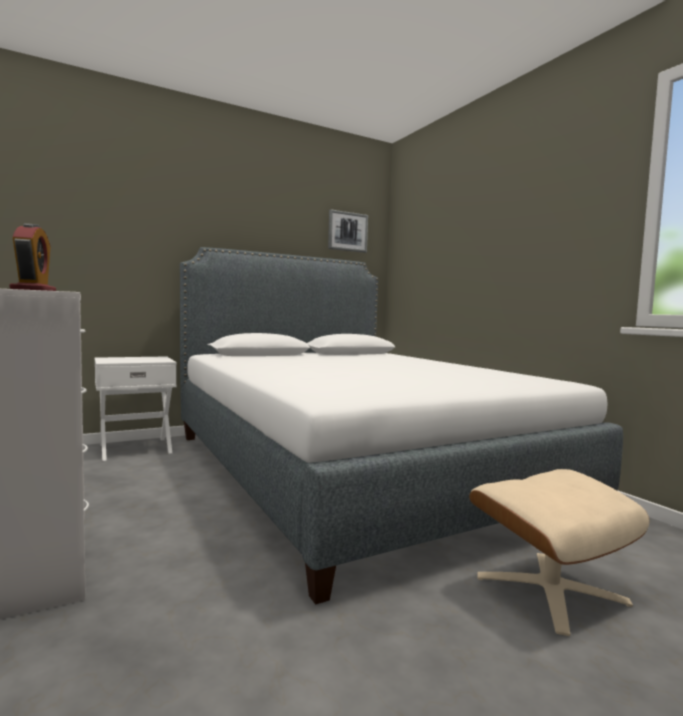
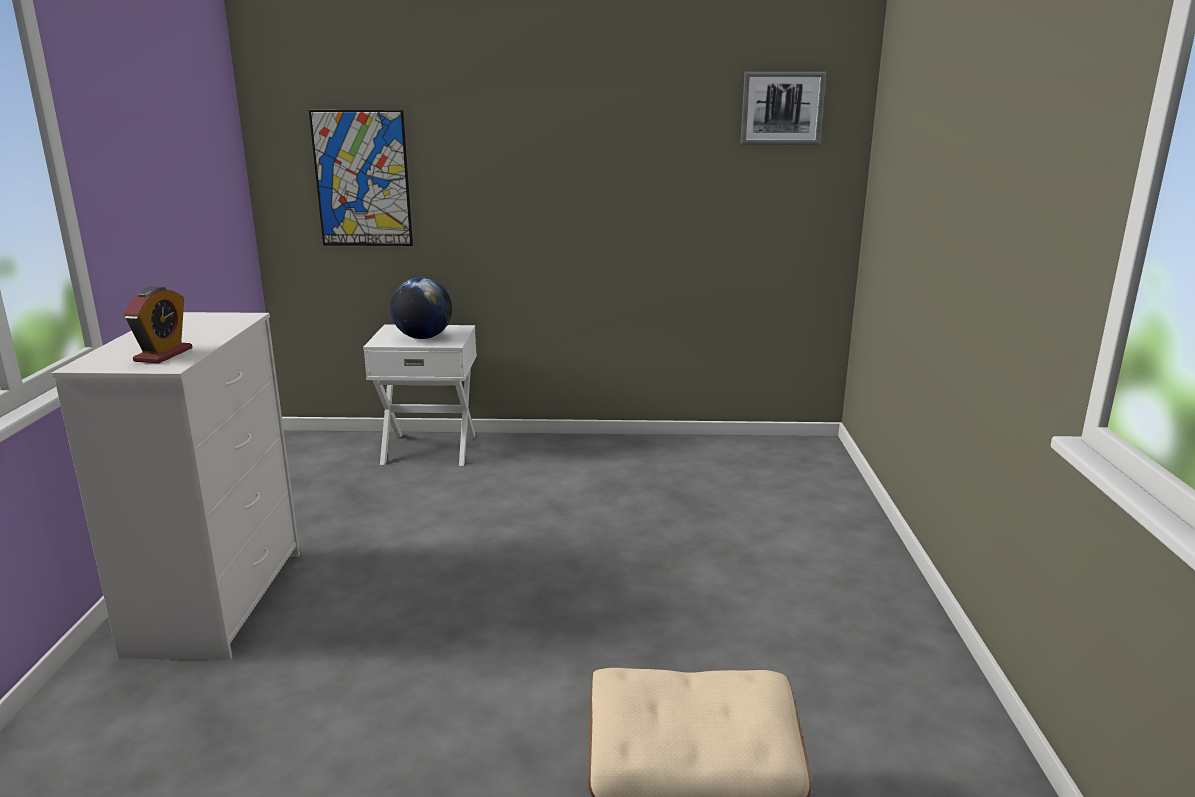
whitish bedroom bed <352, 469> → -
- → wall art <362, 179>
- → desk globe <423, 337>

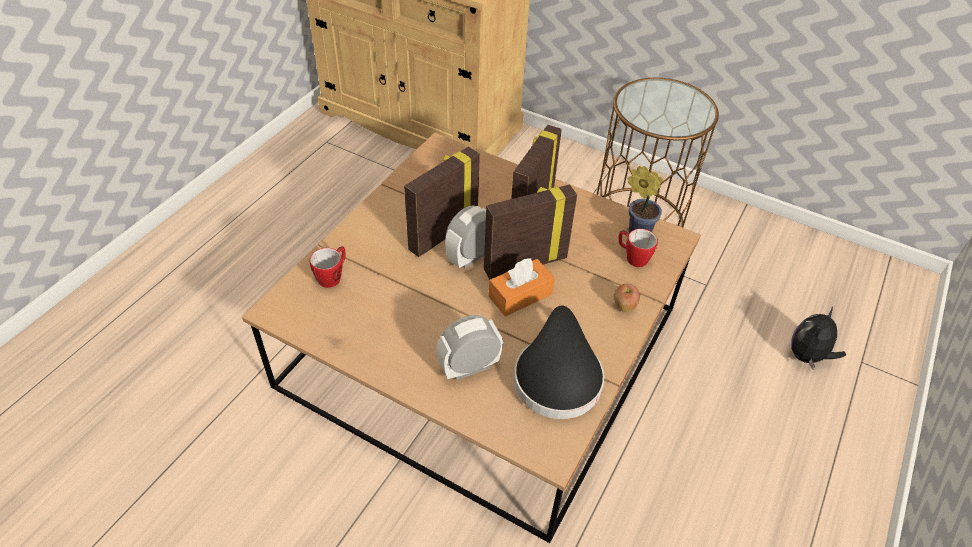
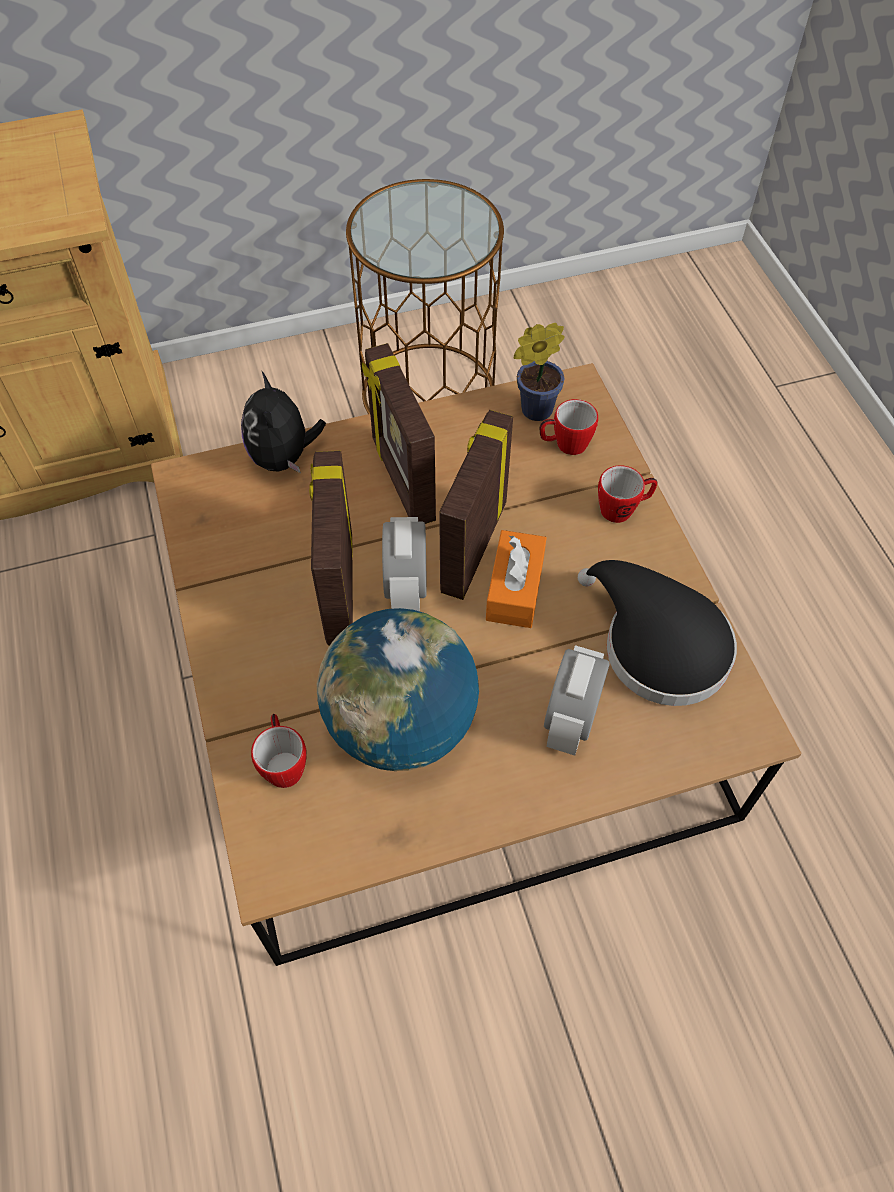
apple fruit <624, 306> → mug <623, 509>
plush toy <807, 356> → plush toy <284, 457>, moved
- → desk globe <401, 724>

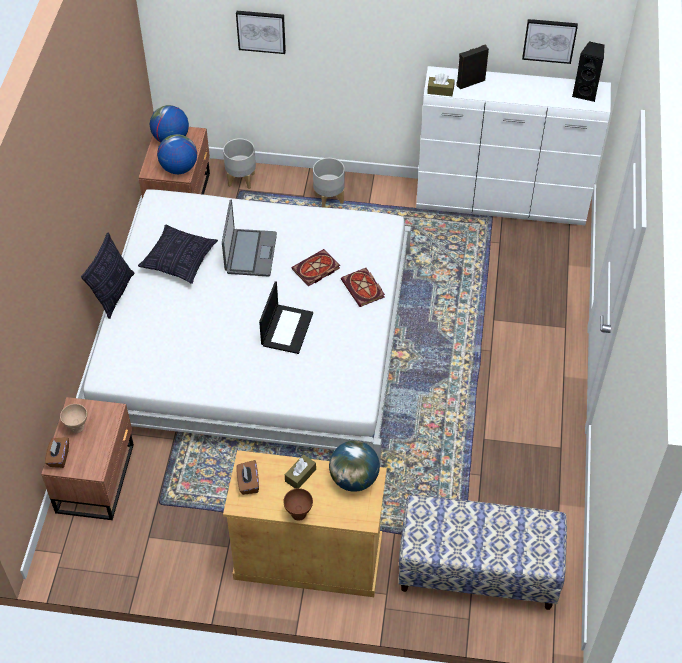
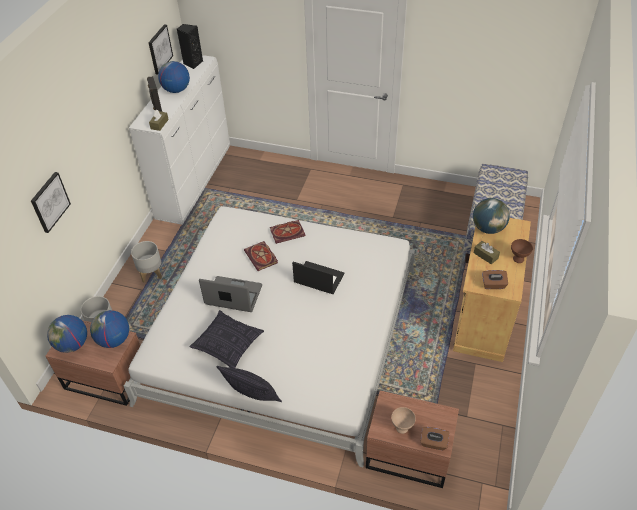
- → desk globe <176, 90>

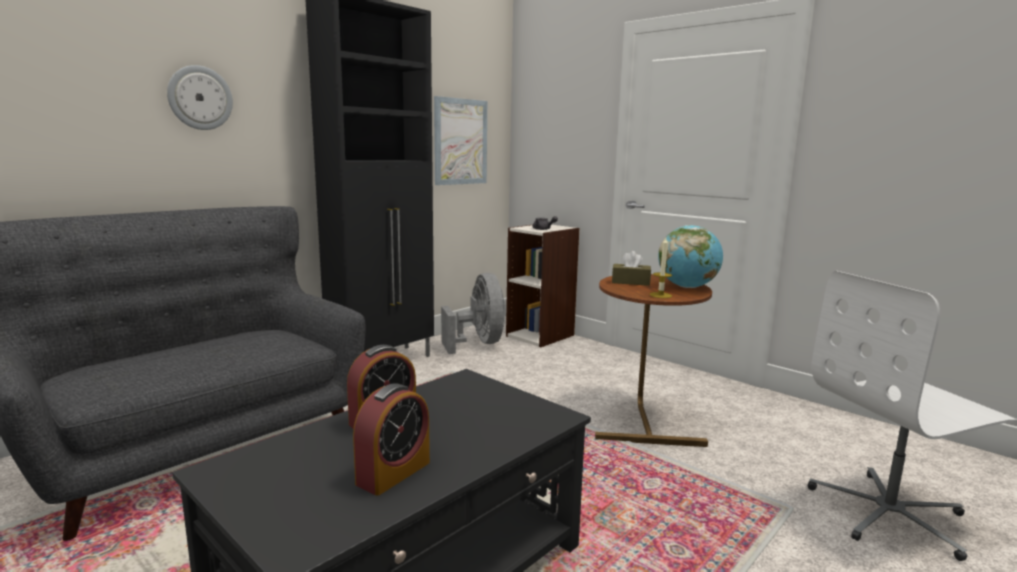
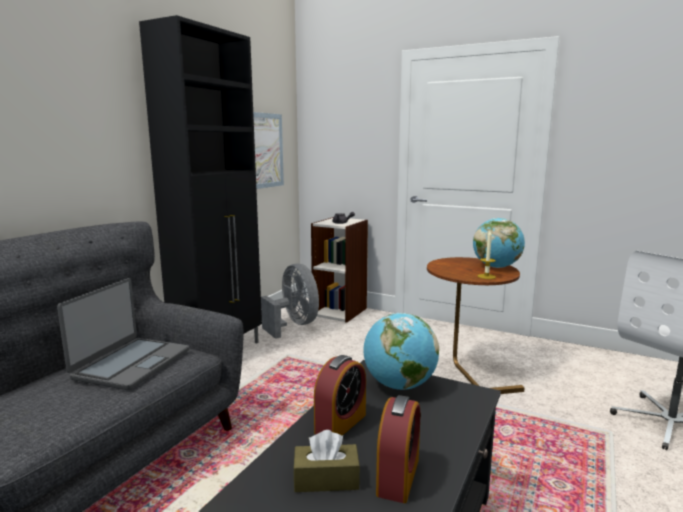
clock on the wall <200, 98> → -
brown-coloured tissue box <630, 282> → brown-coloured tissue box <326, 479>, moved
- → notebook computer <131, 364>
- → desk globe <399, 385>

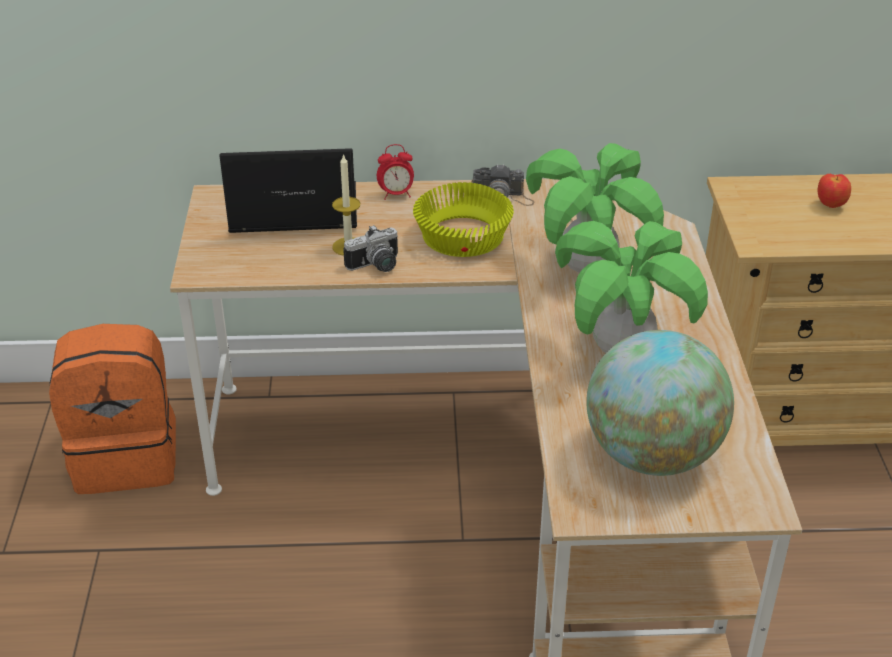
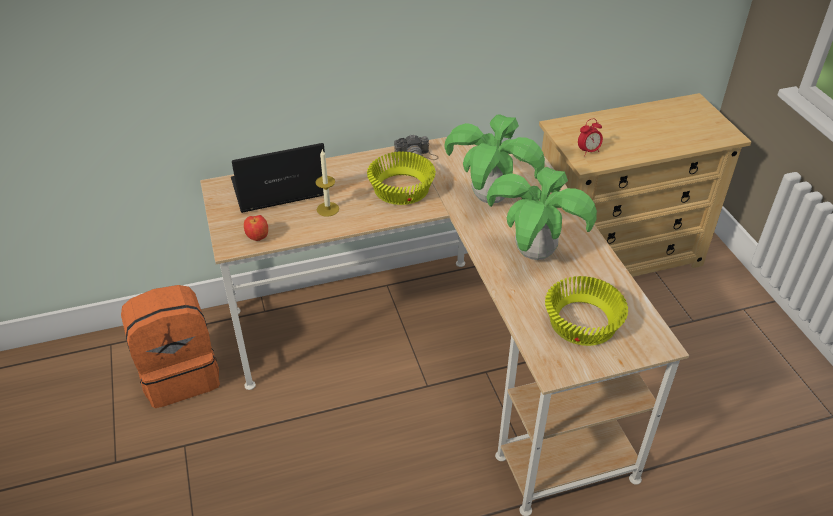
still camera <376, 266> → -
alarm clock <396, 194> → alarm clock <588, 151>, moved
desk globe <651, 455> → yellow-coloured deep dish <581, 323>
apple fruit <831, 205> → apple fruit <258, 238>, moved

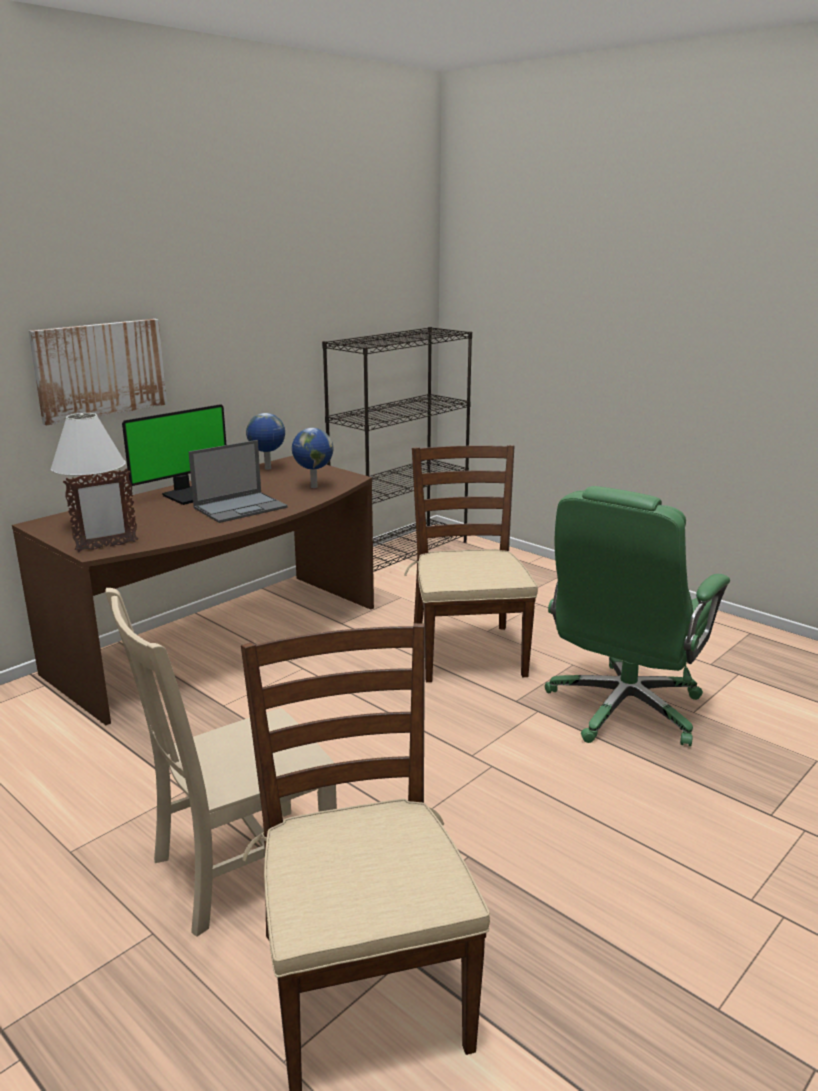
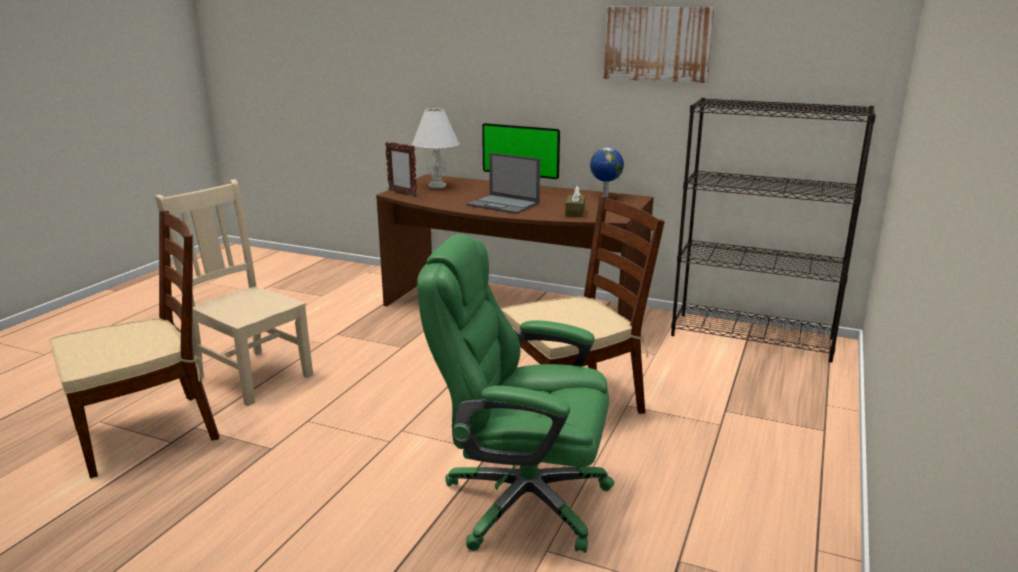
wall art <100, 369> → wall art <657, 44>, moved
desk globe <313, 487> → brown-coloured tissue box <575, 212>

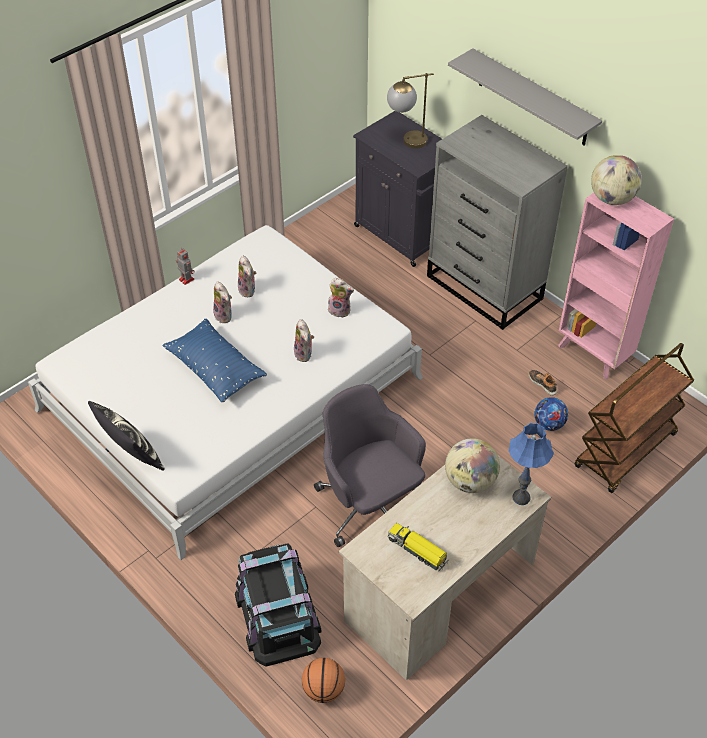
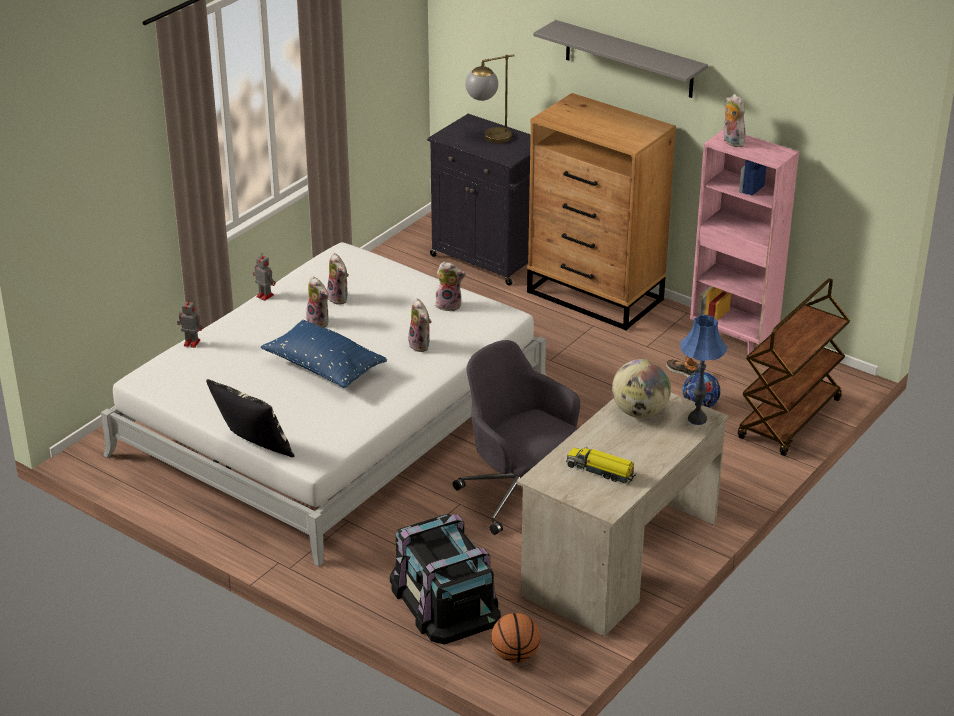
greyish drawer chest <485, 288> → brown-coloured drawer chest <596, 296>
desk globe <612, 199> → plush toy <731, 141>
- → toy robot <191, 343>

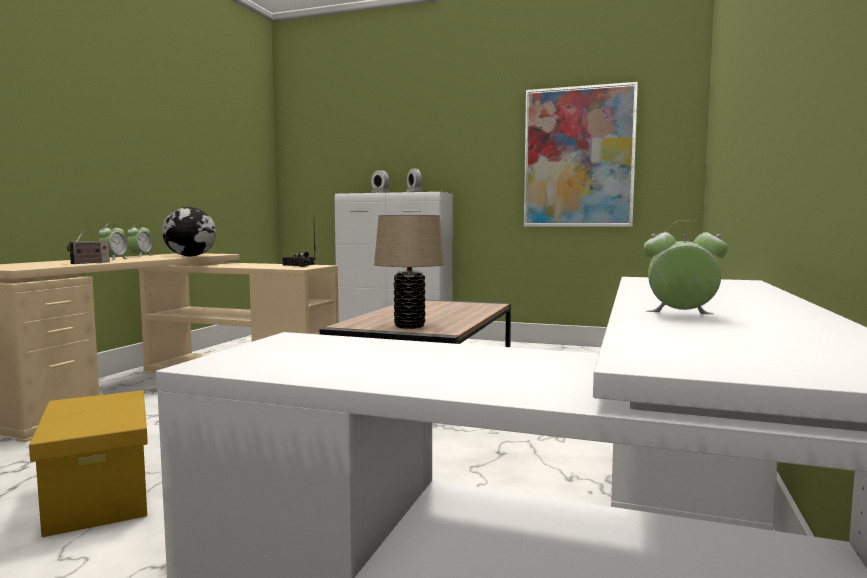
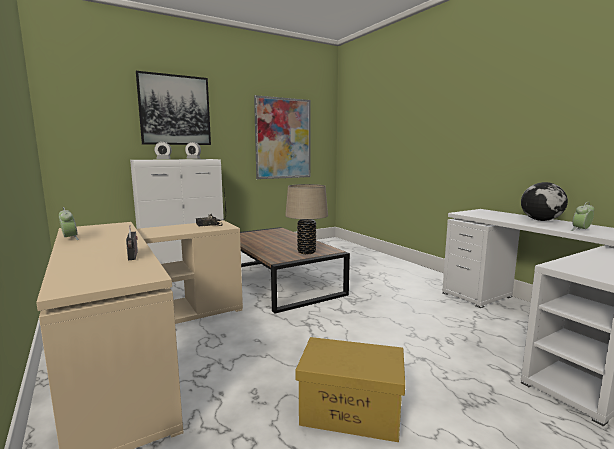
alarm clock <114, 259> → -
desk globe <190, 256> → desk globe <541, 220>, moved
- → wall art <175, 110>

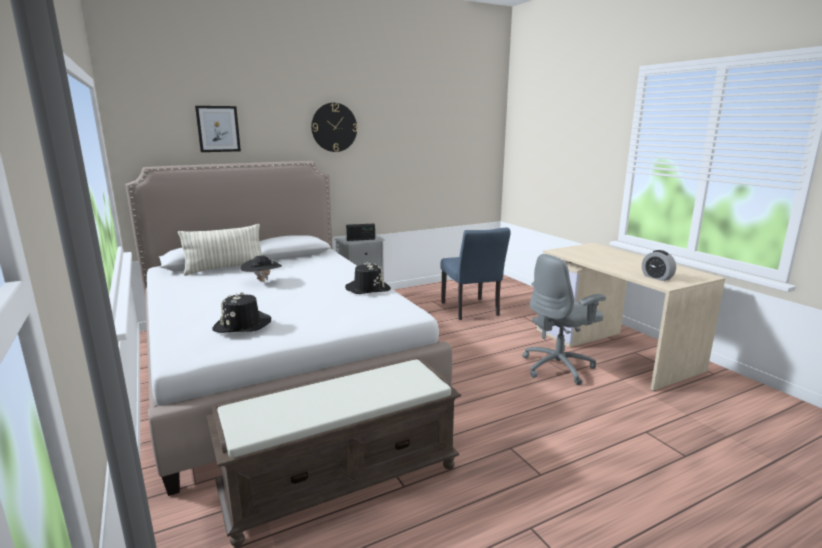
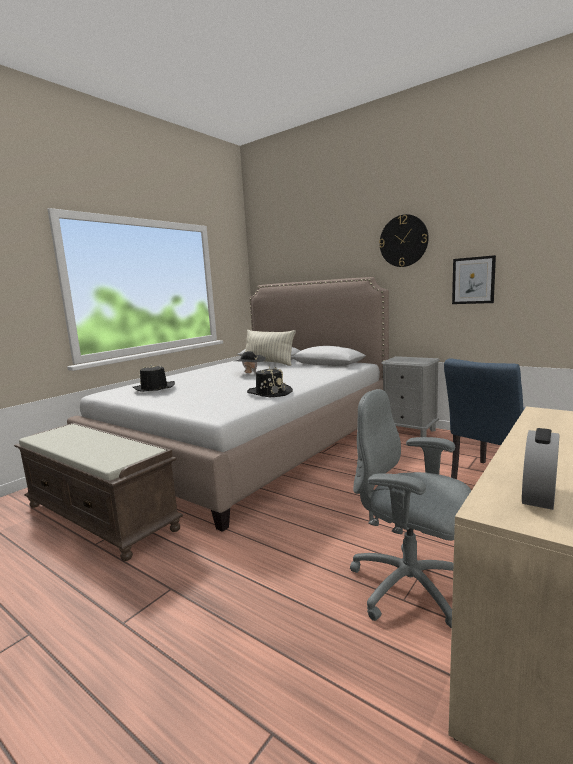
wall art <218, 129> → wall art <473, 280>, moved
radio receiver <361, 239> → -

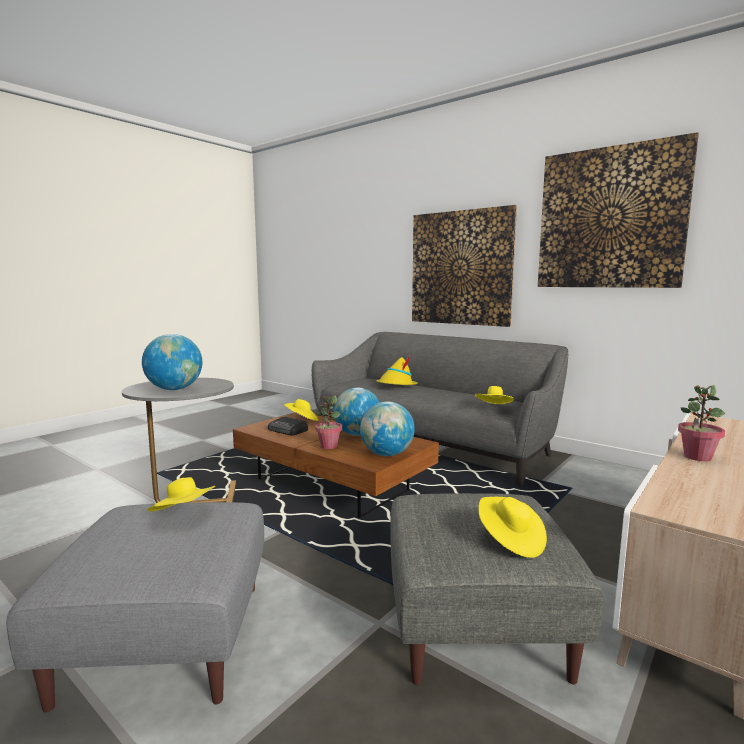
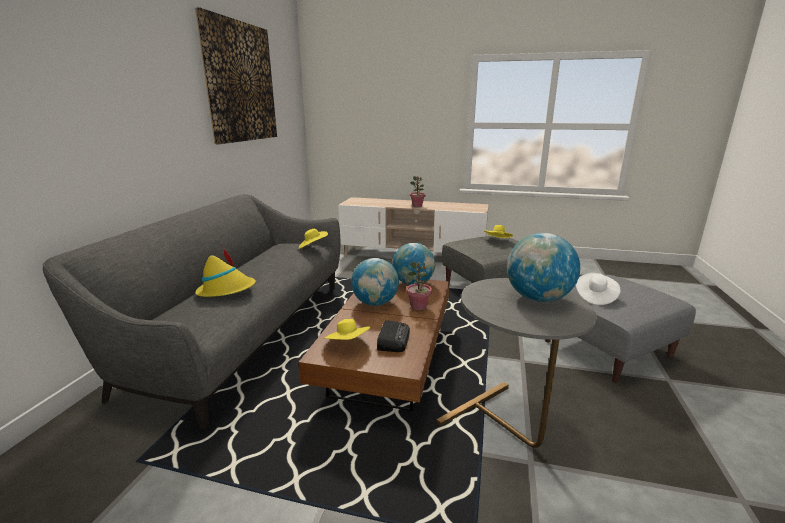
yellow-coloured clothing hat <184, 515> → whitish clothing hat <595, 297>
wall art <461, 268> → -

